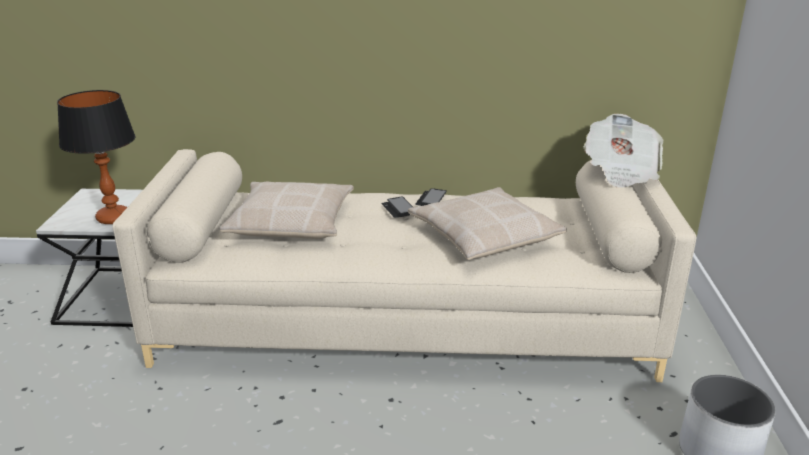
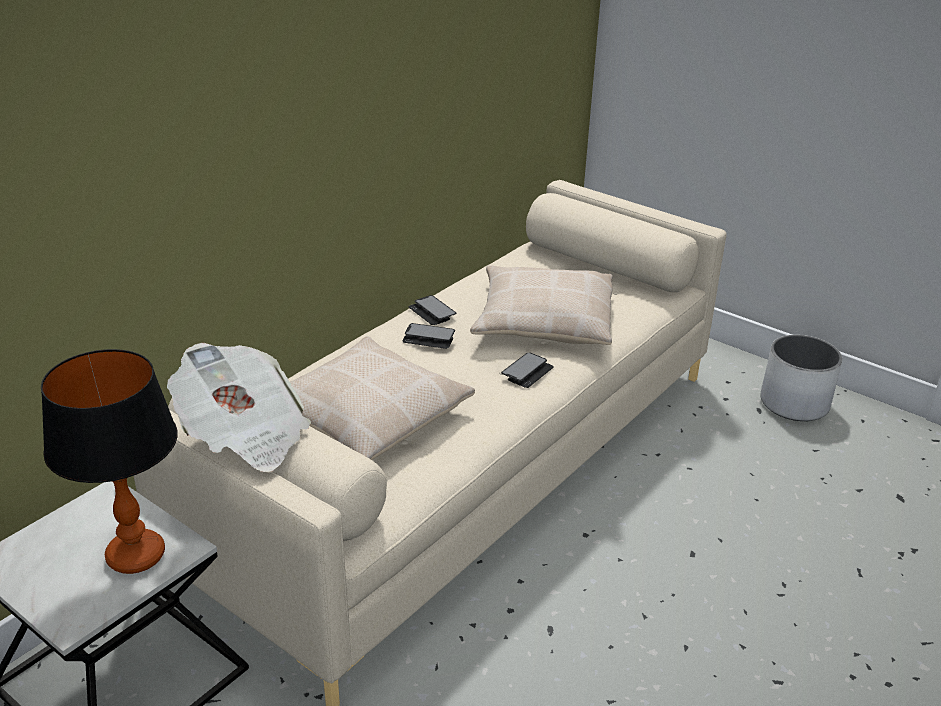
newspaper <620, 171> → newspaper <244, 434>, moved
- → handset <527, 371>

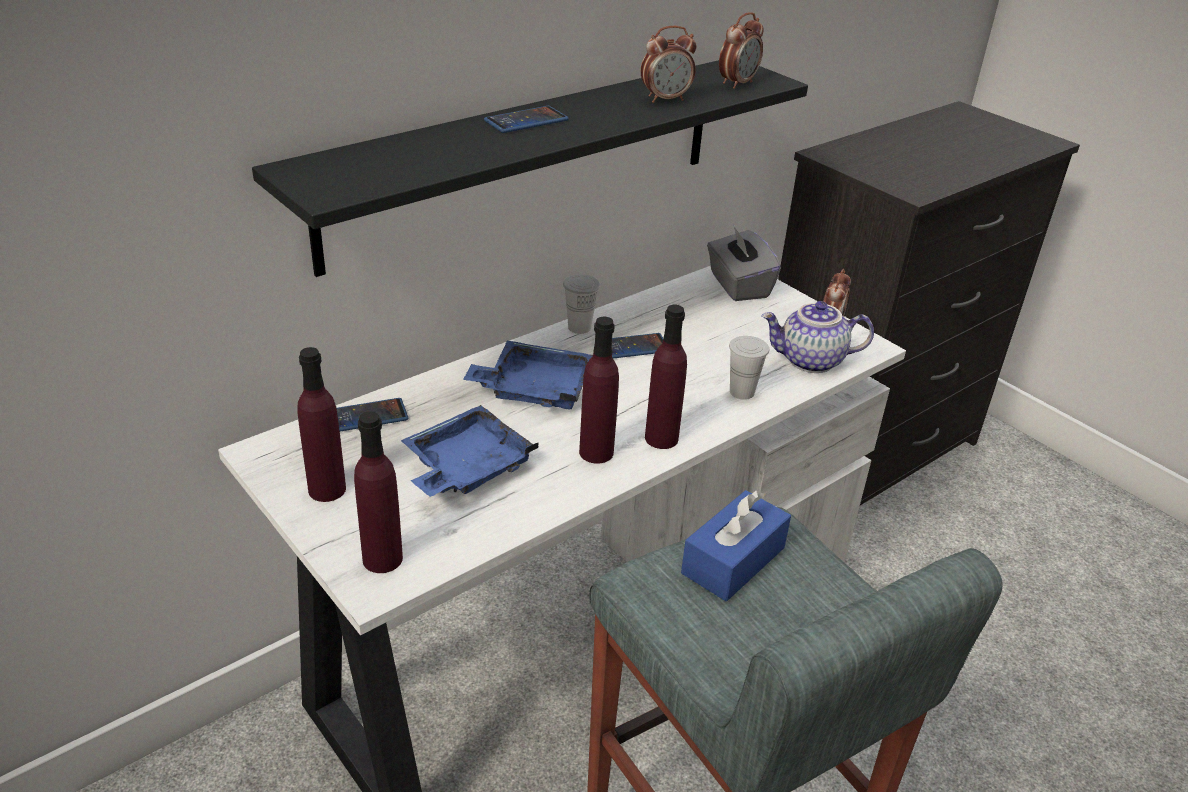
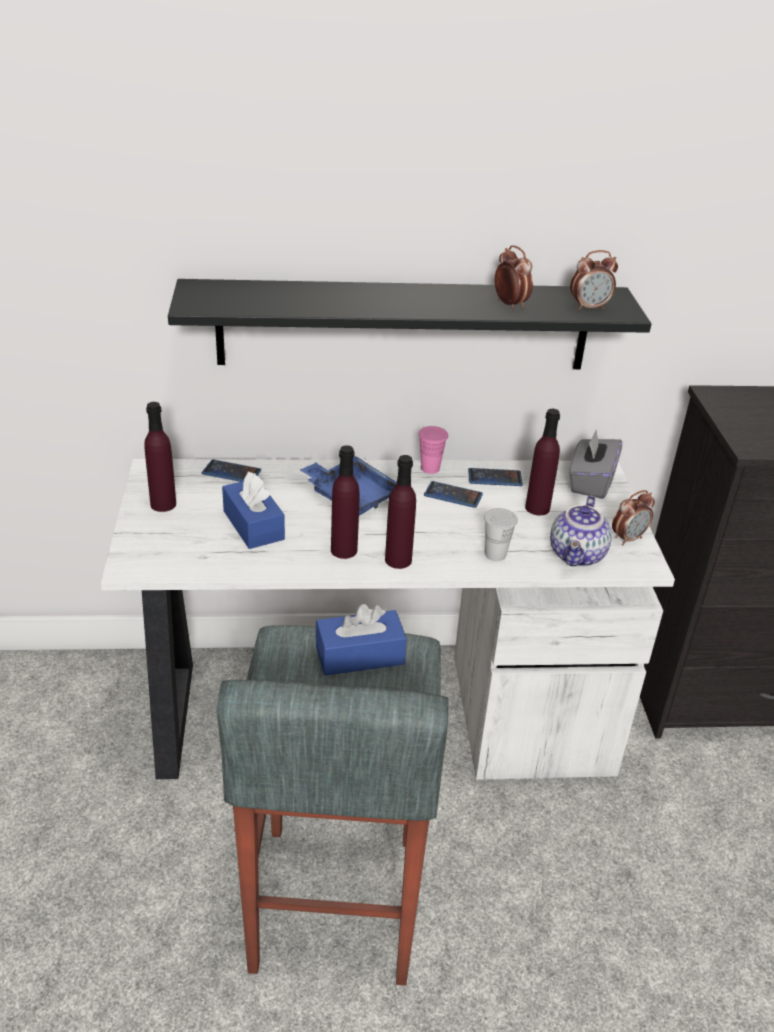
purplish bottle <382, 559> → purplish bottle <537, 508>, moved
bluish tray <466, 467> → bluish tissue box <253, 525>
handset <526, 121> → handset <495, 478>, moved
whitish cup <579, 327> → pink-coloured cup <430, 468>
alarm clock <665, 99> → alarm clock <510, 304>, 135 degrees counterclockwise
teapot <810, 361> → teapot <578, 555>, 105 degrees counterclockwise

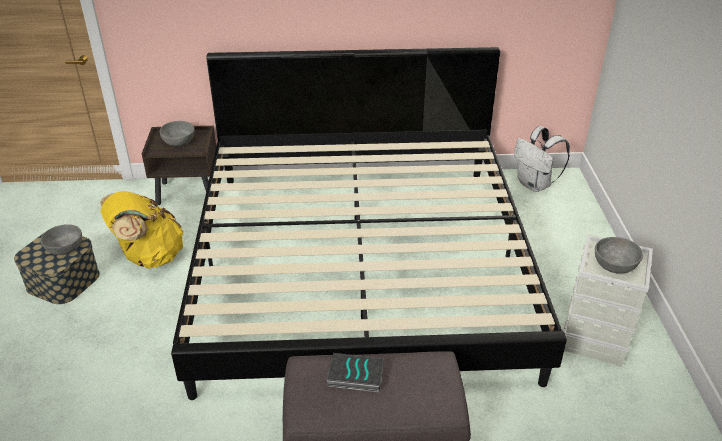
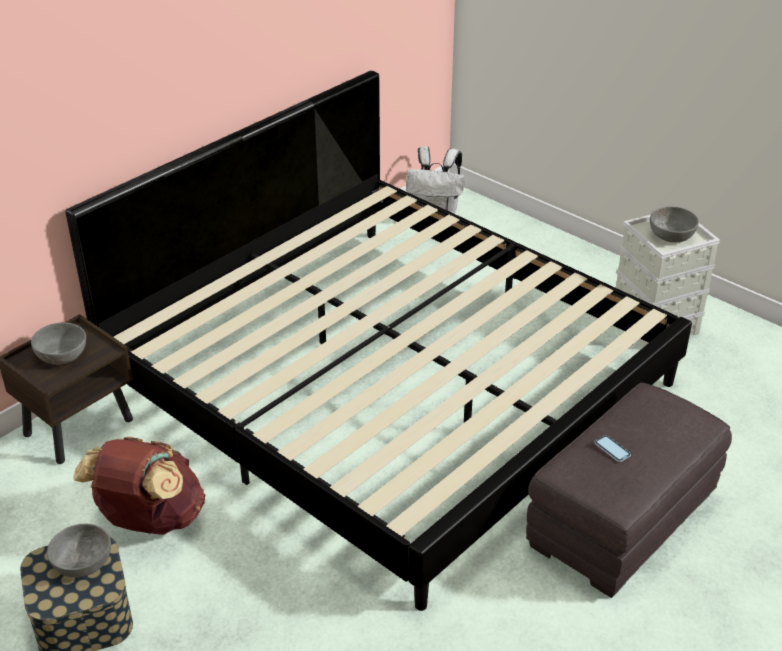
yellow-coloured rucksack <149, 257> → brown-coloured rucksack <149, 521>
volume <355, 376> → handset <612, 449>

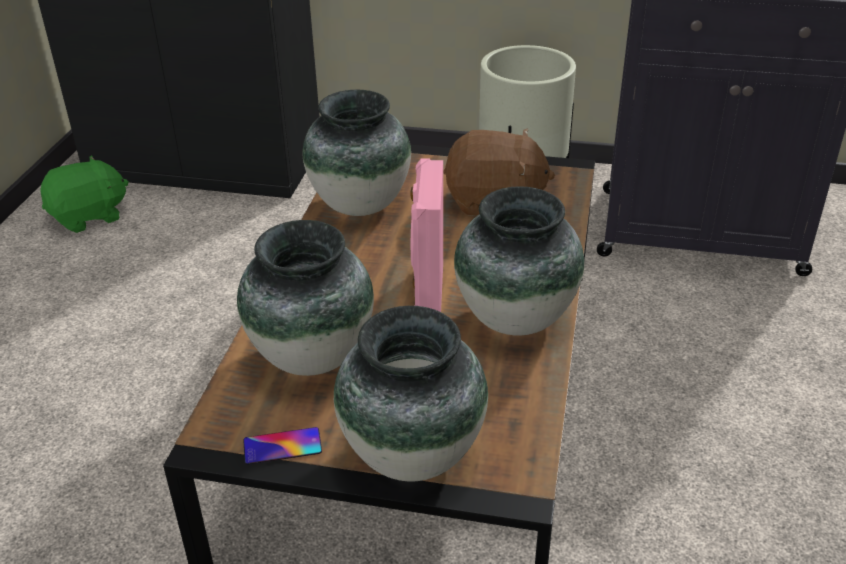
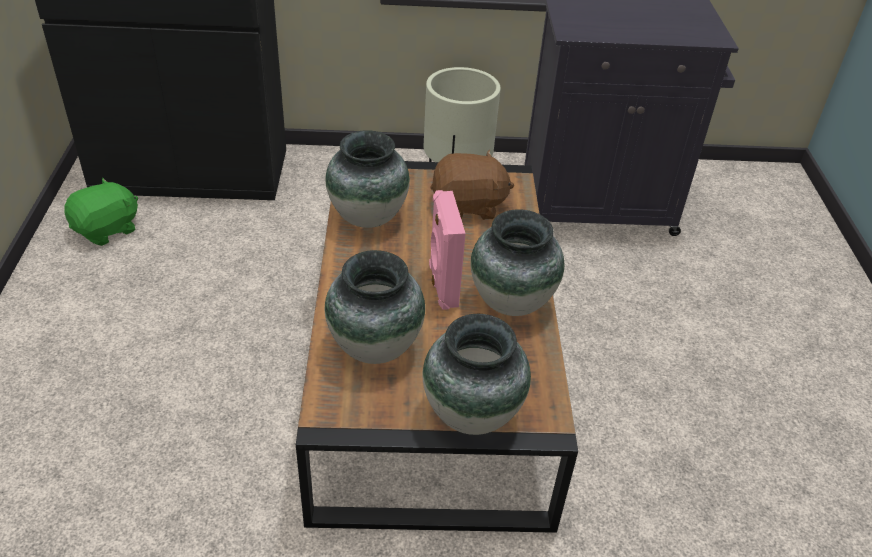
handset <282, 446> → -

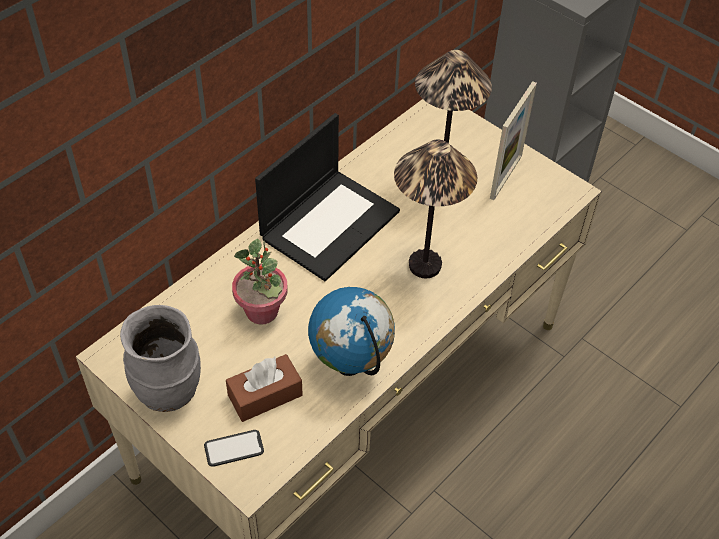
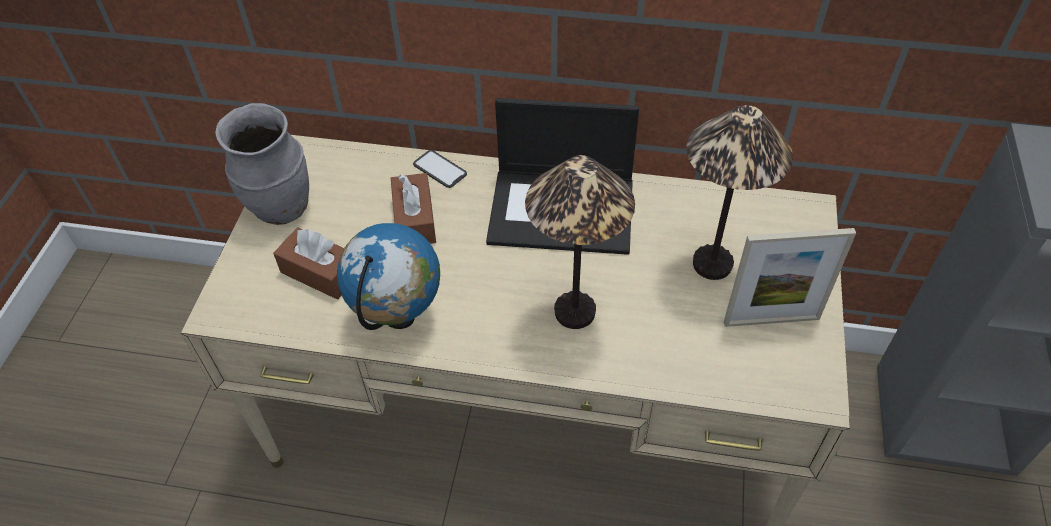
handset <234, 448> → handset <440, 169>, moved
houseplant <262, 311> → brown-coloured tissue box <414, 220>

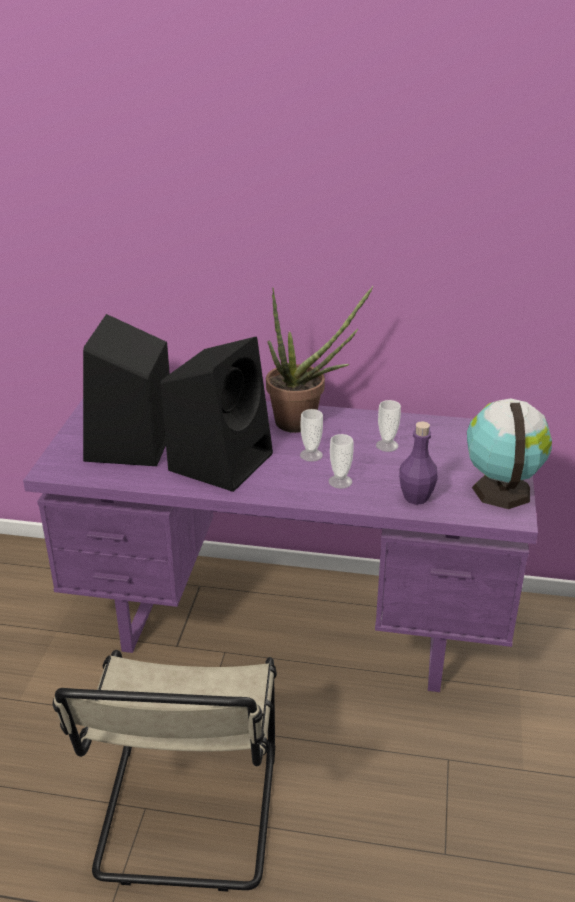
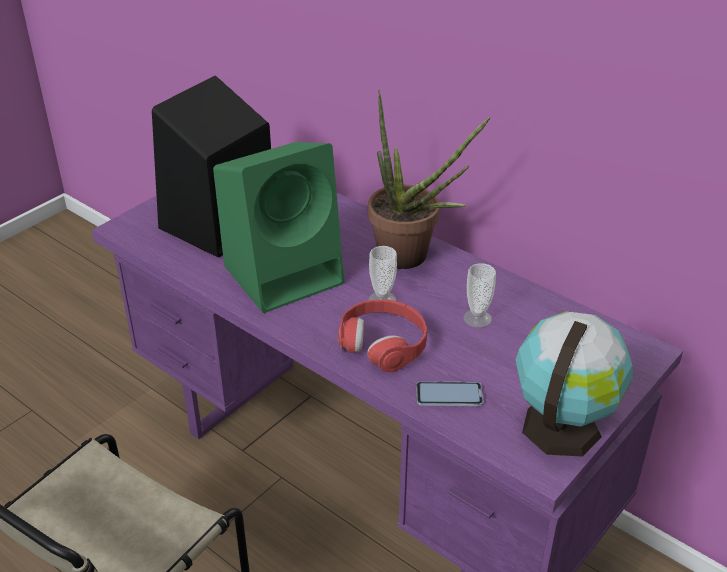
black loudspeaker <222, 460> → greenish loudspeaker <286, 273>
cup <340, 481> → red pair of headphones <383, 343>
purplish bottle <416, 497> → handset <449, 395>

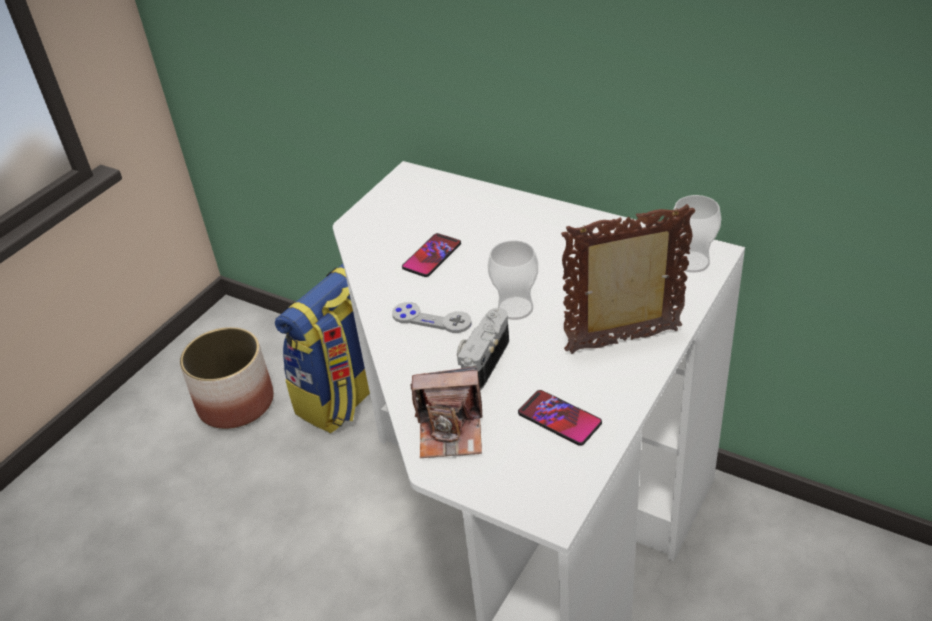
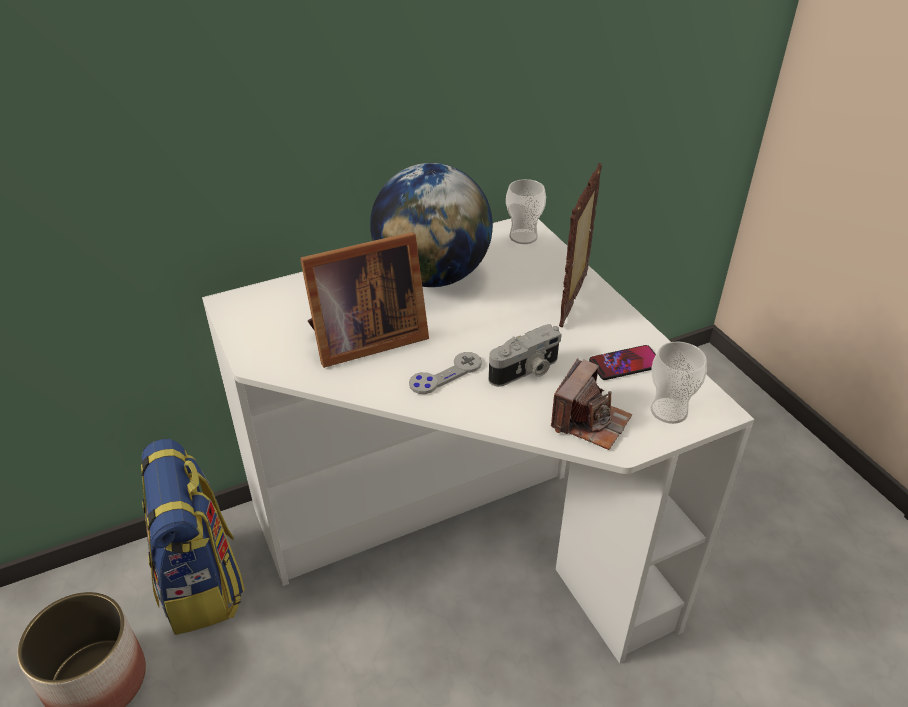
handset <432, 256> → picture frame <363, 339>
still camera <482, 361> → still camera <526, 371>, 90 degrees counterclockwise
cup <515, 308> → cup <669, 411>, moved
- → desk globe <432, 276>

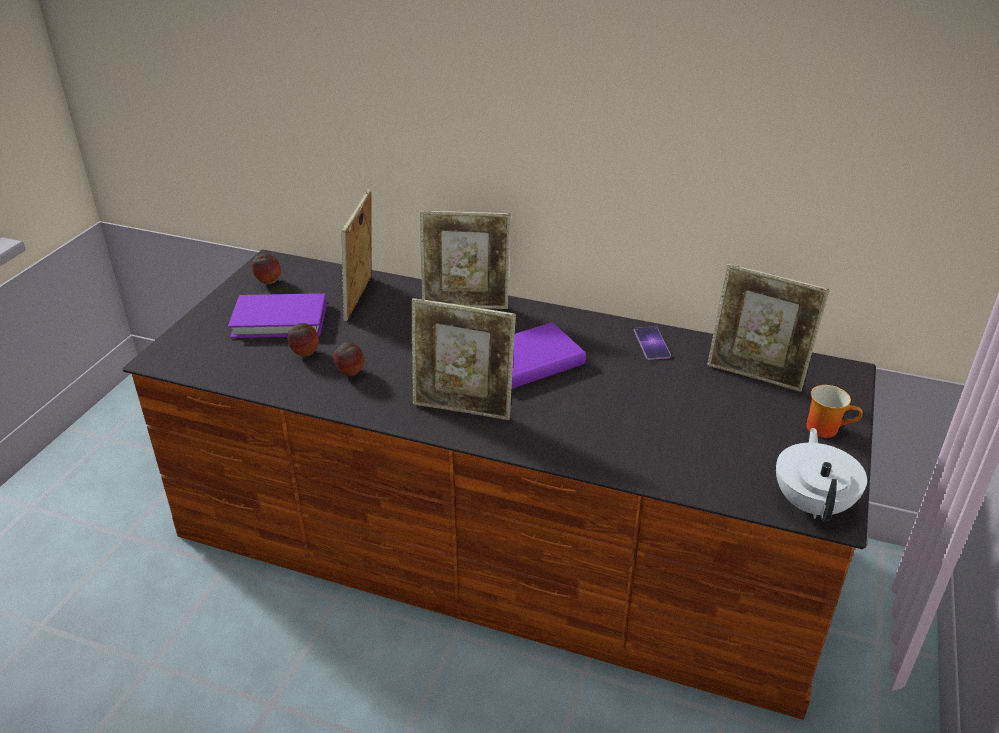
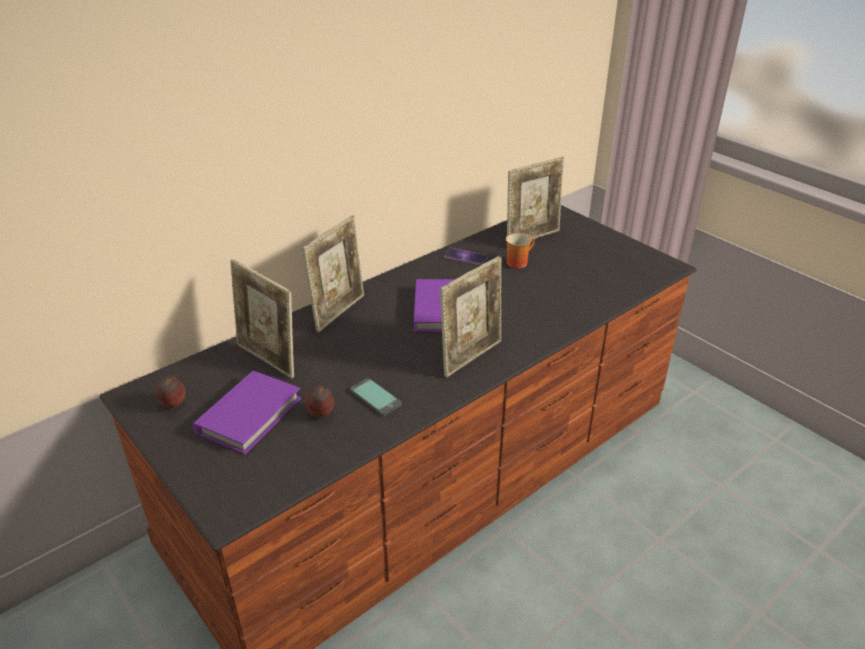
apple fruit <350, 374> → handset <375, 398>
whitish teapot <813, 503> → -
mug <826, 428> → mug <517, 261>, moved

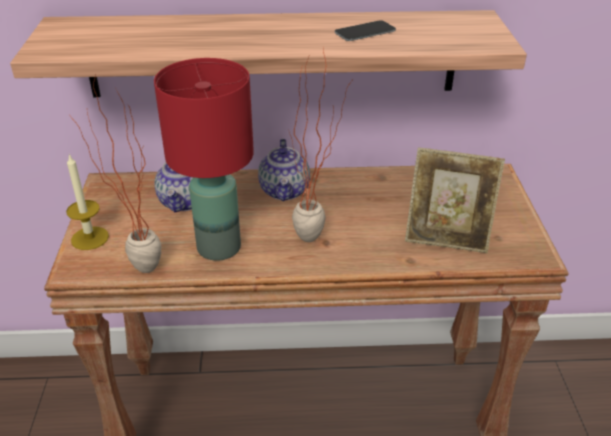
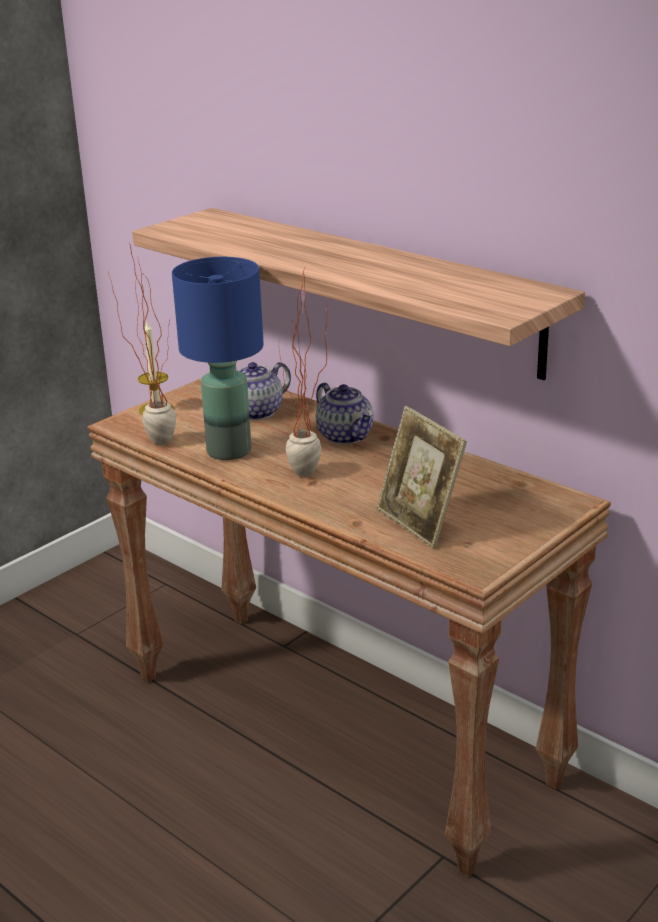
red table lamp <219, 246> → bluish table lamp <230, 451>
teapot <285, 191> → teapot <346, 436>, 75 degrees counterclockwise
handset <365, 31> → -

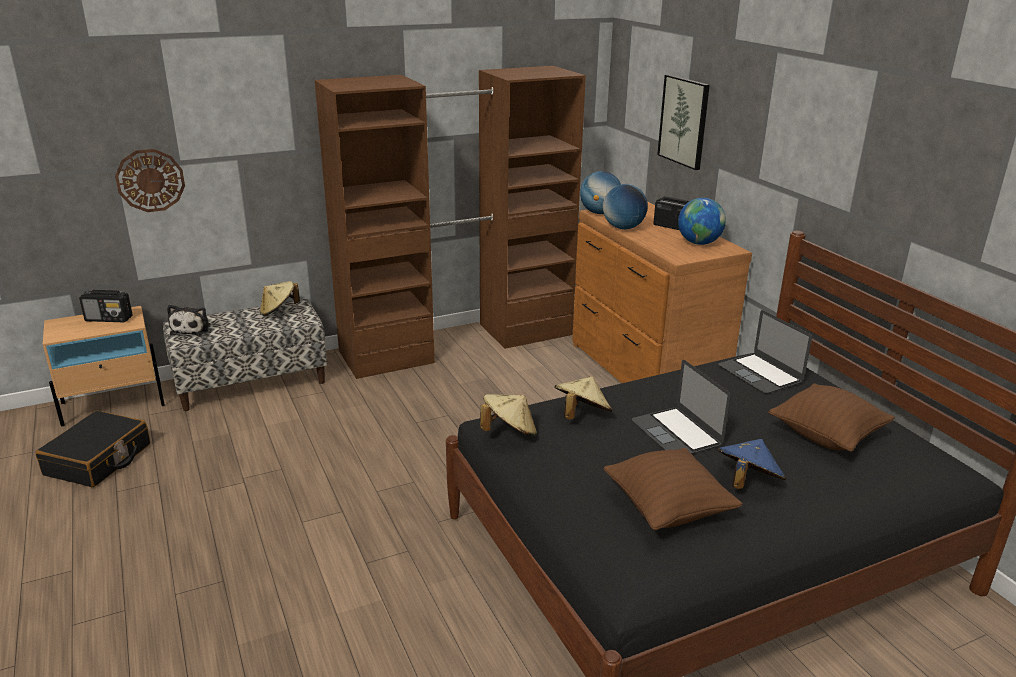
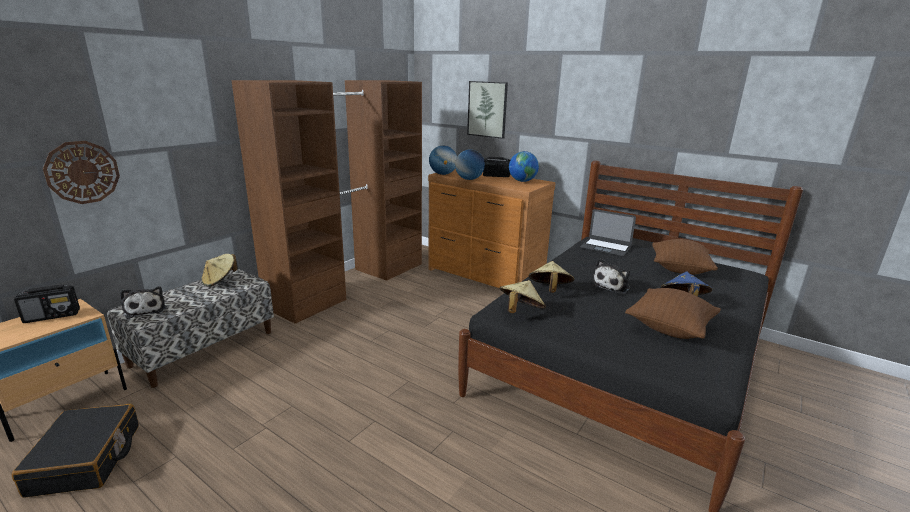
notebook computer <676, 432> → plush toy <612, 286>

